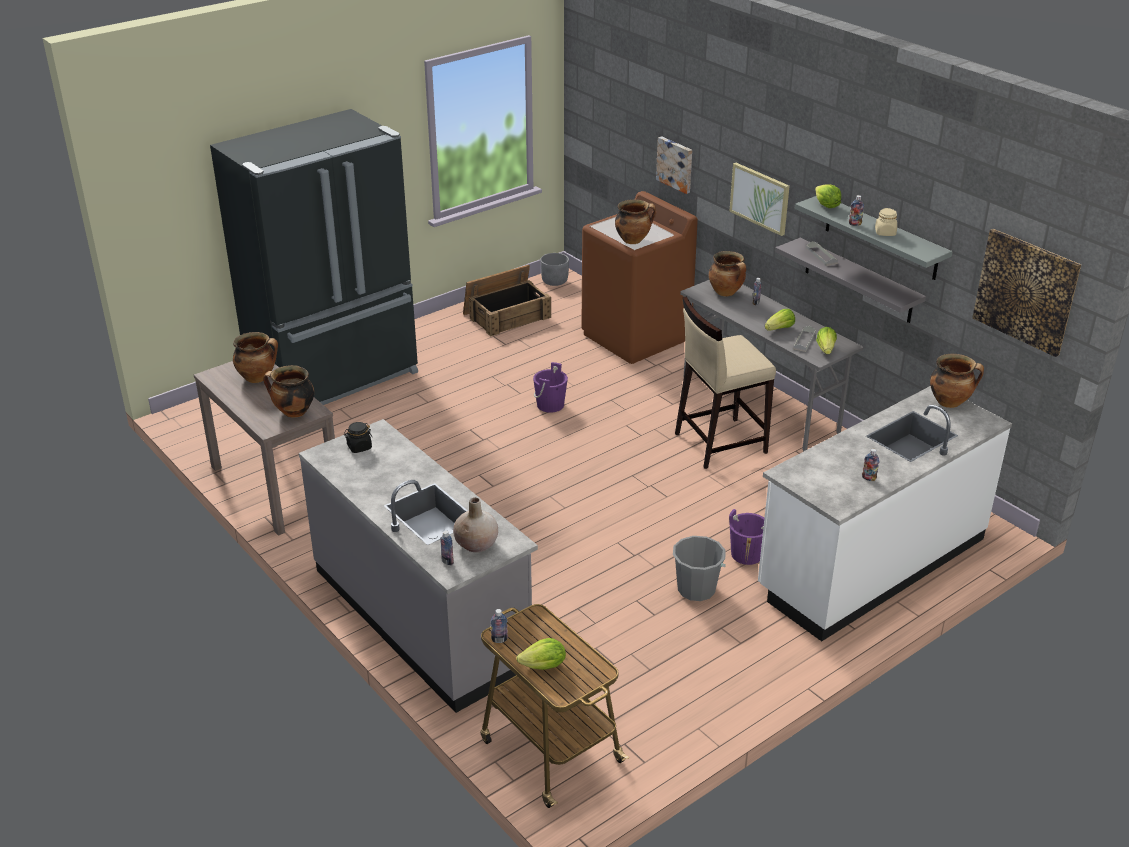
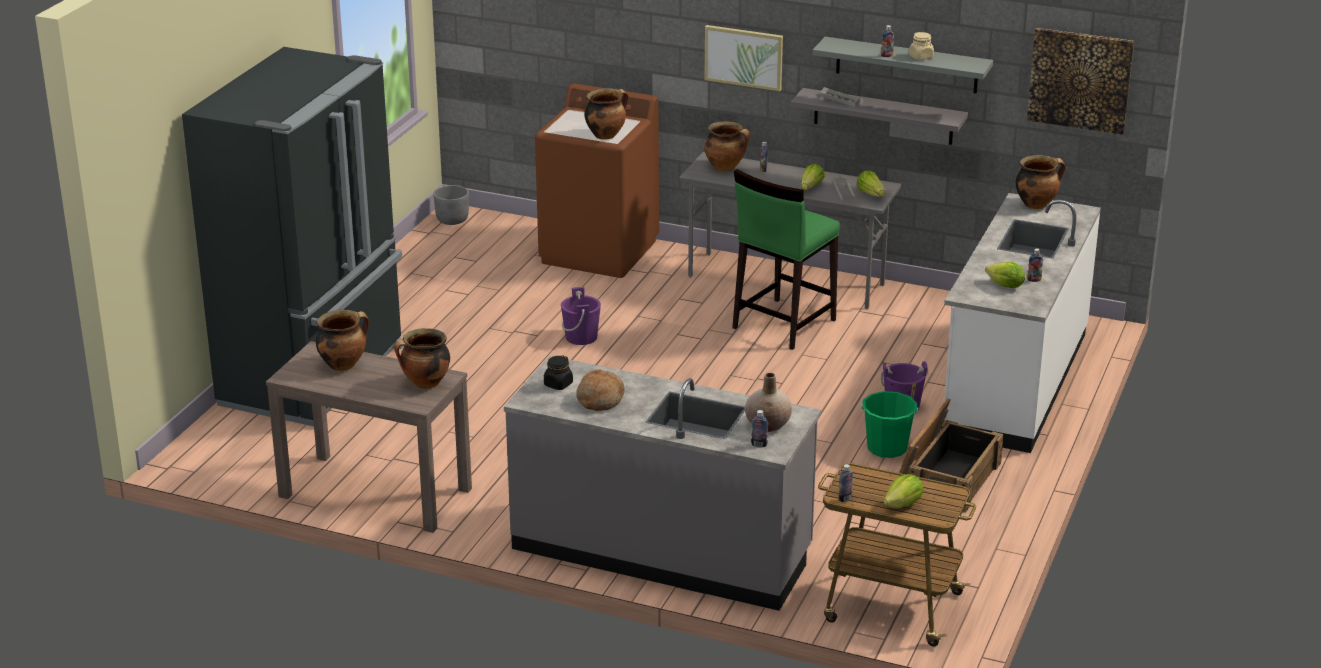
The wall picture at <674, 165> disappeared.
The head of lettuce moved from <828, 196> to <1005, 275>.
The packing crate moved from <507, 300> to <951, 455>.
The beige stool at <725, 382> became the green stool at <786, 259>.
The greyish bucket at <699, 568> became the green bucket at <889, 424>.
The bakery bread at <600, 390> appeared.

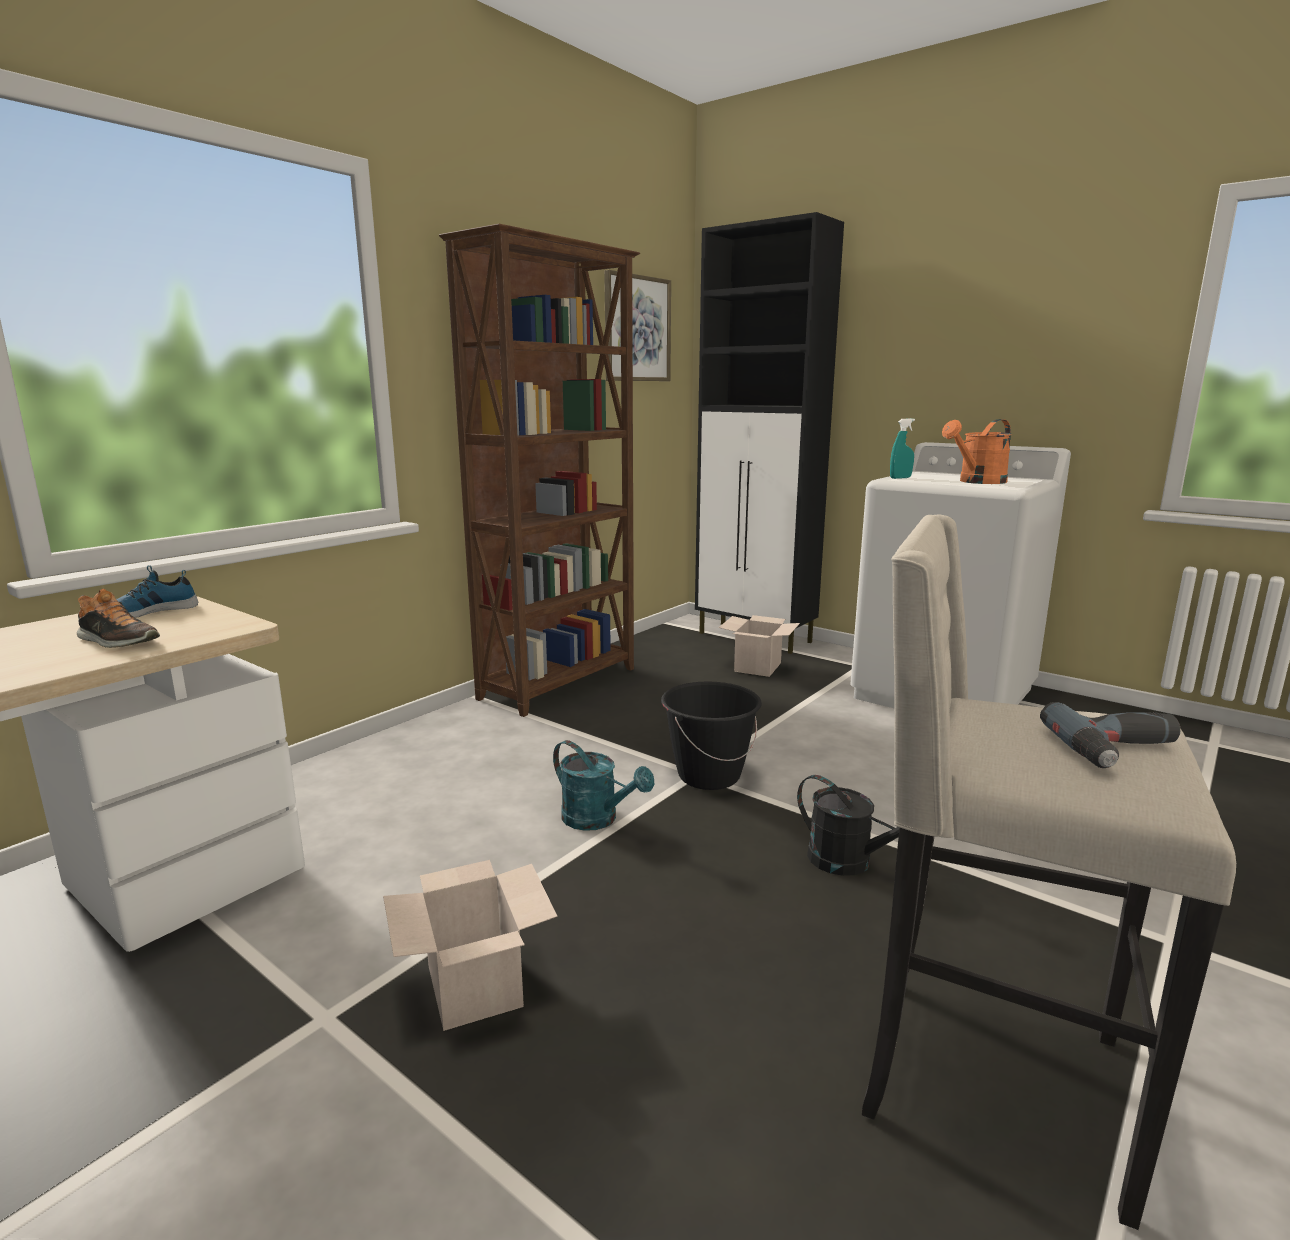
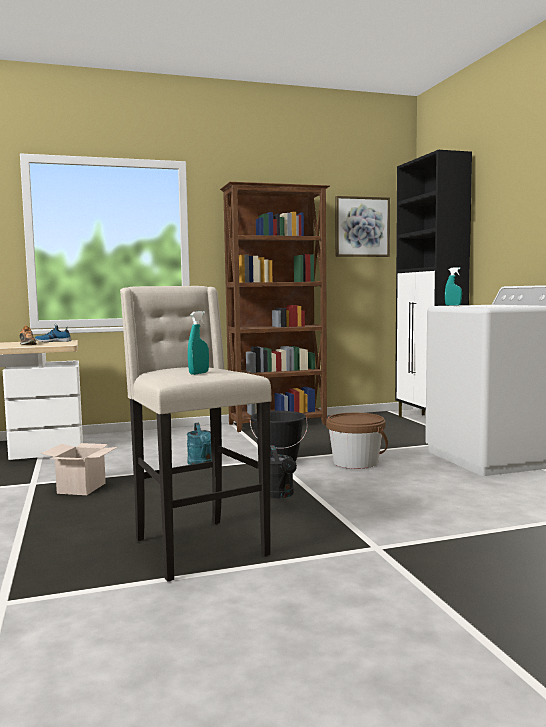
The orange-coloured sprinkling can at <977, 451> disappeared.
The packing box at <759, 646> disappeared.
The electric drill at <1110, 735> was replaced by the turquoise-coloured sprayer at <198, 343>.
The brown bucket at <357, 441> appeared.

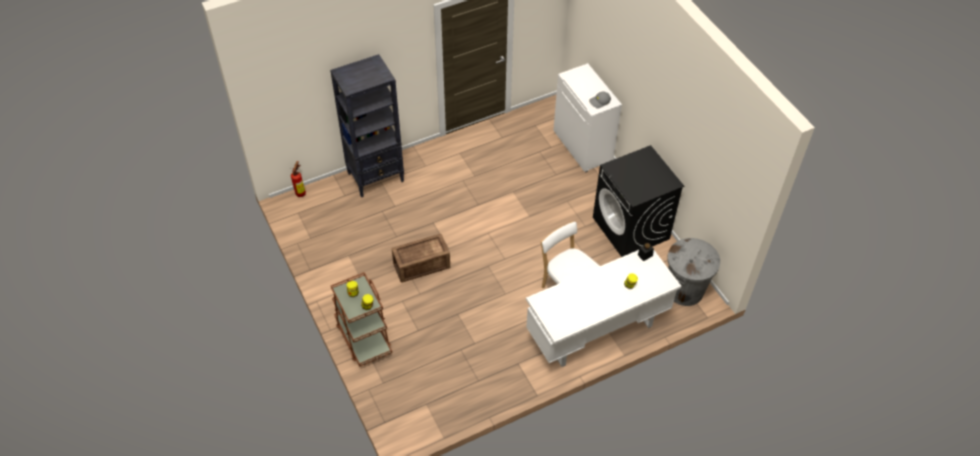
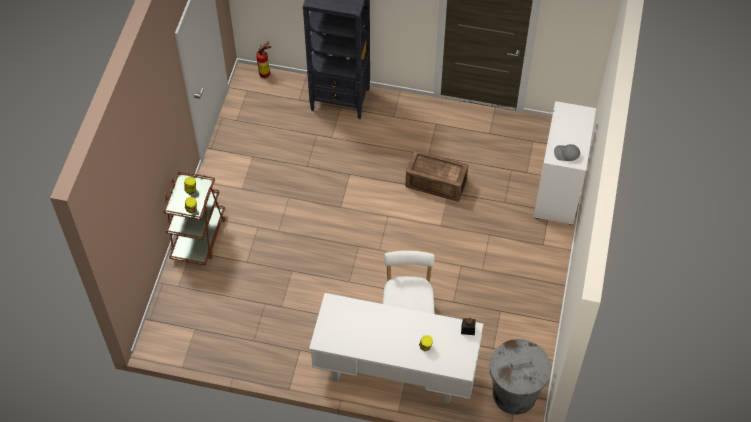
The blackish laundry machine at <638, 201> disappeared.
The packing crate moved from <421, 258> to <437, 176>.

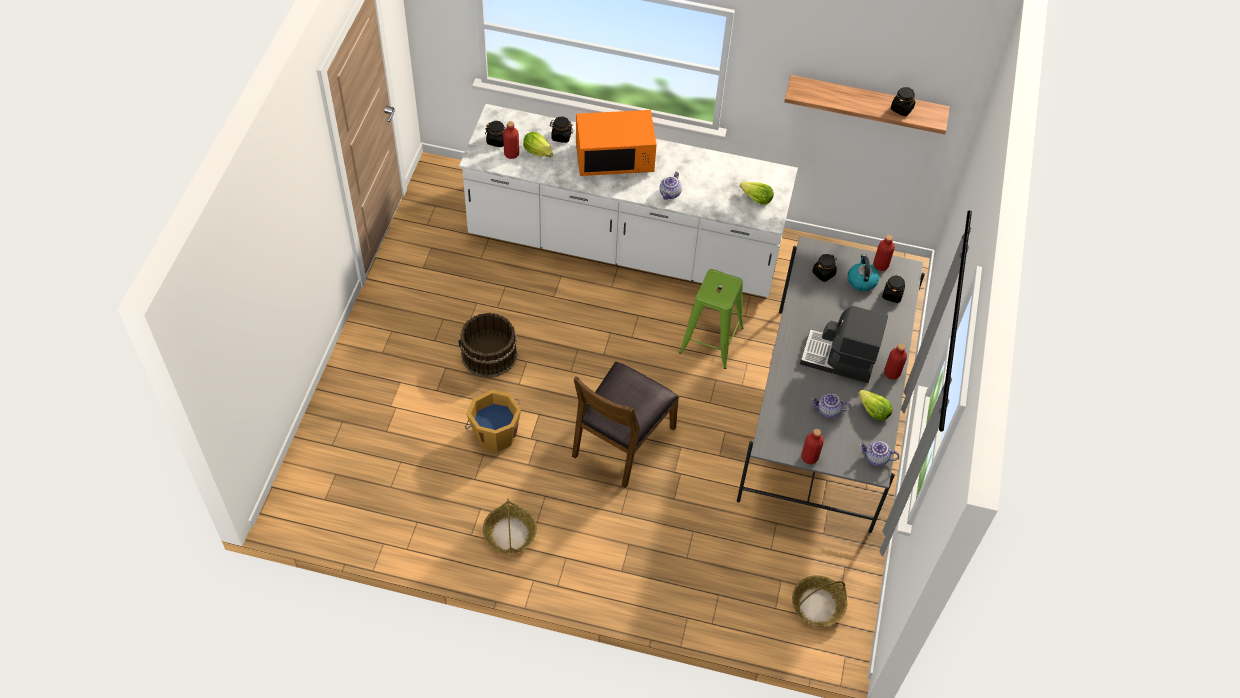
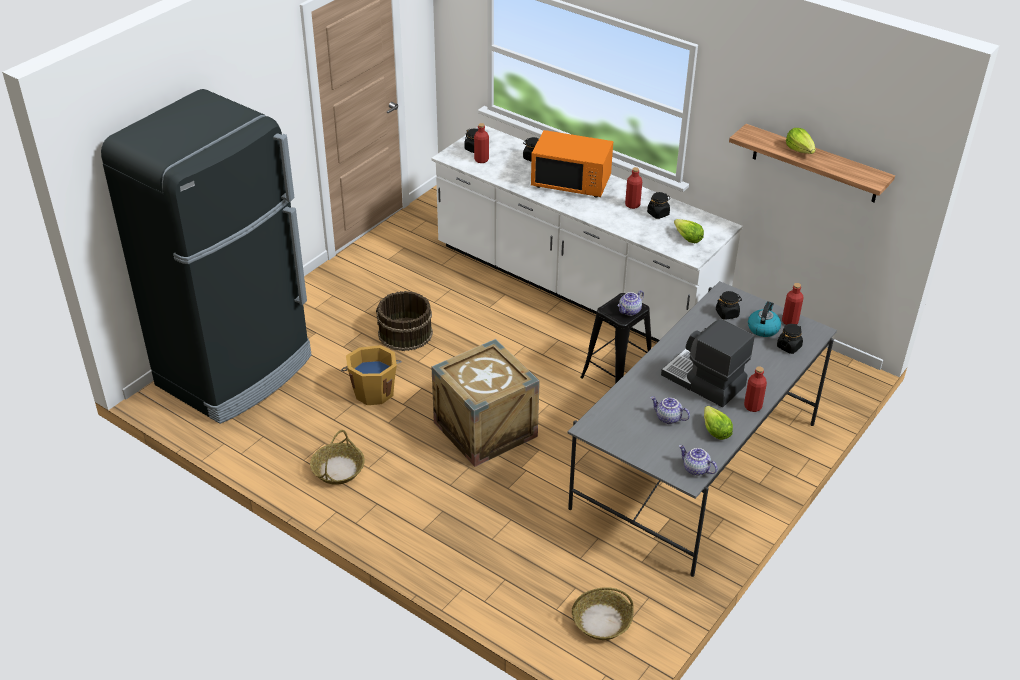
The blackish storage jar moved from <903, 101> to <658, 205>.
The head of lettuce moved from <538, 144> to <800, 141>.
The pot for tea moved from <671, 186> to <631, 303>.
The green stool at <711, 319> became the blackish stool at <615, 338>.
The brown upright chair at <625, 425> was replaced by the packing crate at <486, 403>.
The reddish drink bottle moved from <812, 446> to <633, 188>.
The blackish fridge at <206, 256> appeared.

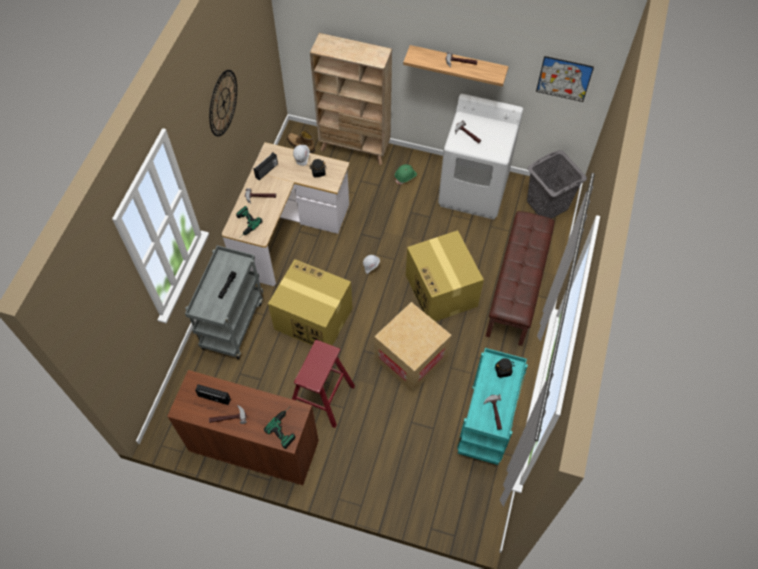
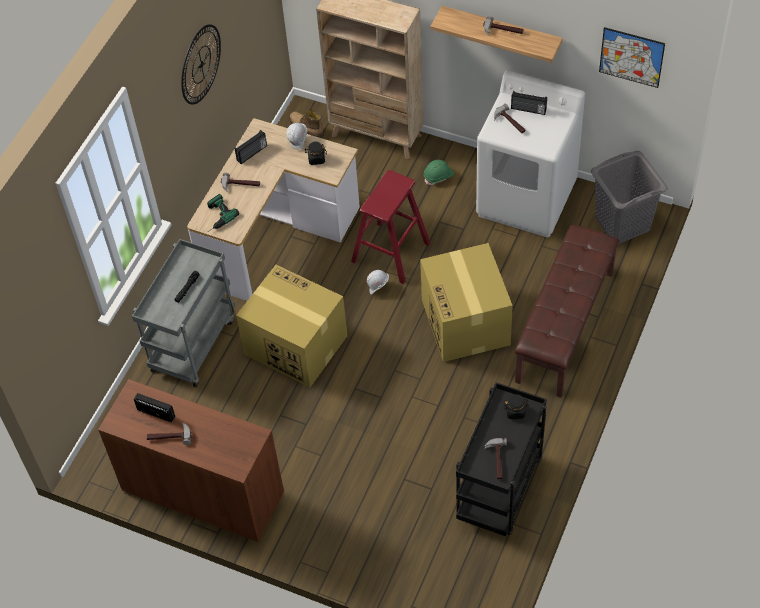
The packing box at <413, 347> disappeared.
The reddish stool moved from <323, 384> to <390, 227>.
The turquoise-coloured cart at <492, 406> became the blackish cart at <501, 459>.
The electric drill at <279, 429> disappeared.
The radio set at <529, 103> appeared.

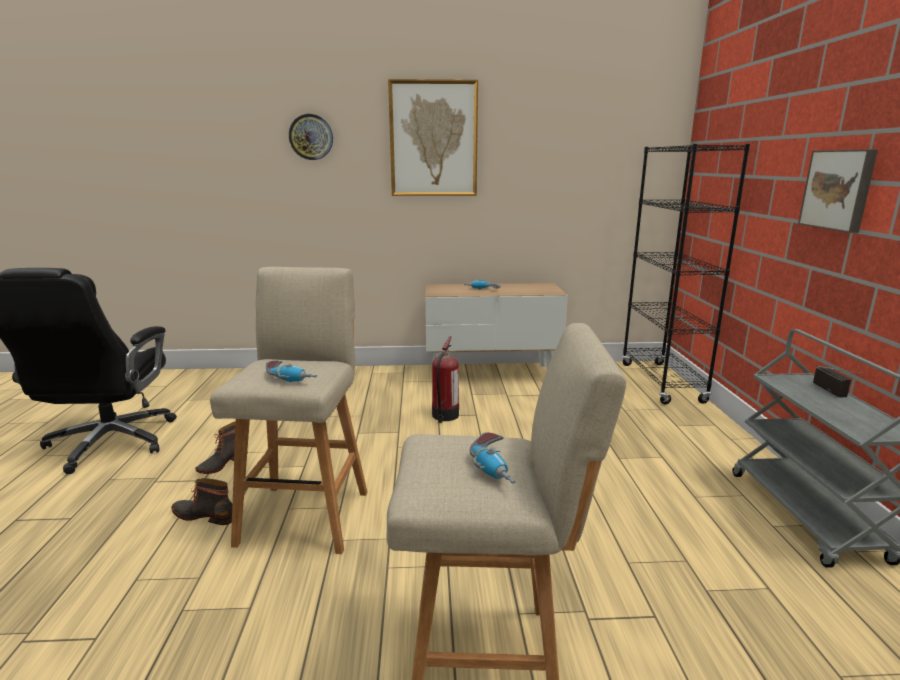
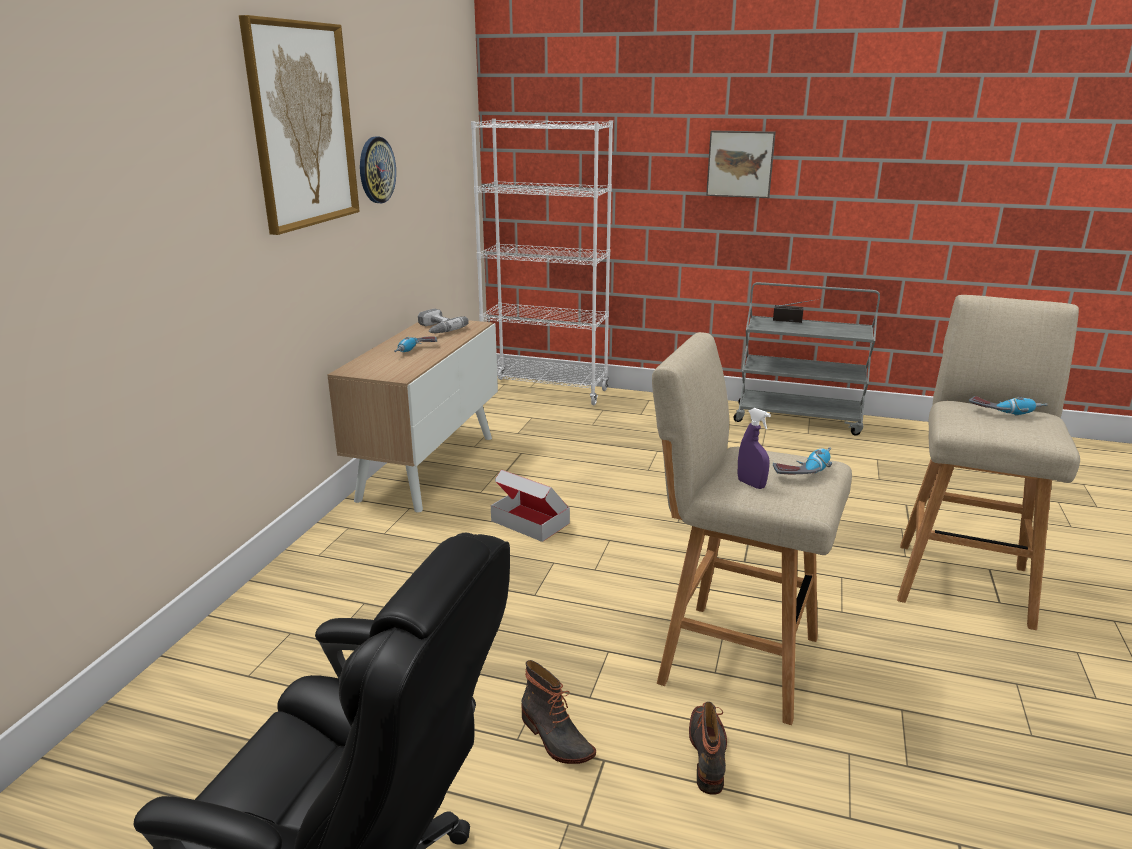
The wall clock moved from <311, 137> to <378, 170>.
The blackish bookcase at <686, 274> became the whitish bookcase at <542, 262>.
The extinguisher at <445, 379> was replaced by the packing box at <530, 505>.
The tall boot at <201, 501> turned 150 degrees clockwise.
The electric drill at <443, 321> appeared.
The purplish sprayer at <754, 448> appeared.

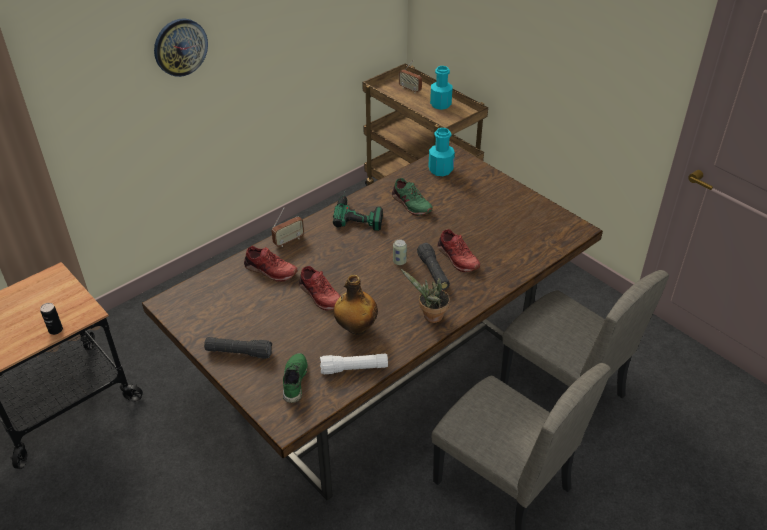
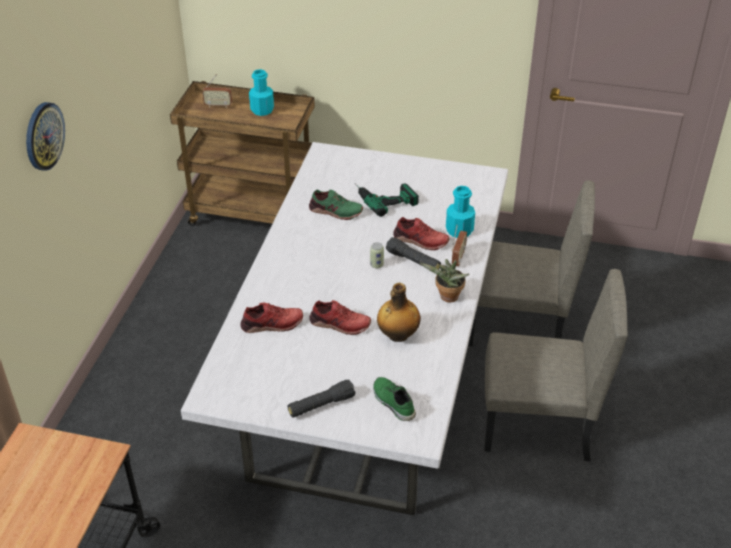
The turquoise-coloured drink bottle moved from <441, 152> to <460, 212>.
The brown dining table at <372, 322> became the whitish dining table at <344, 328>.
The electric drill moved from <358, 210> to <387, 200>.
The radio set moved from <287, 227> to <459, 245>.
The sealed can at <51, 319> disappeared.
The whitish flashlight at <354, 364> disappeared.

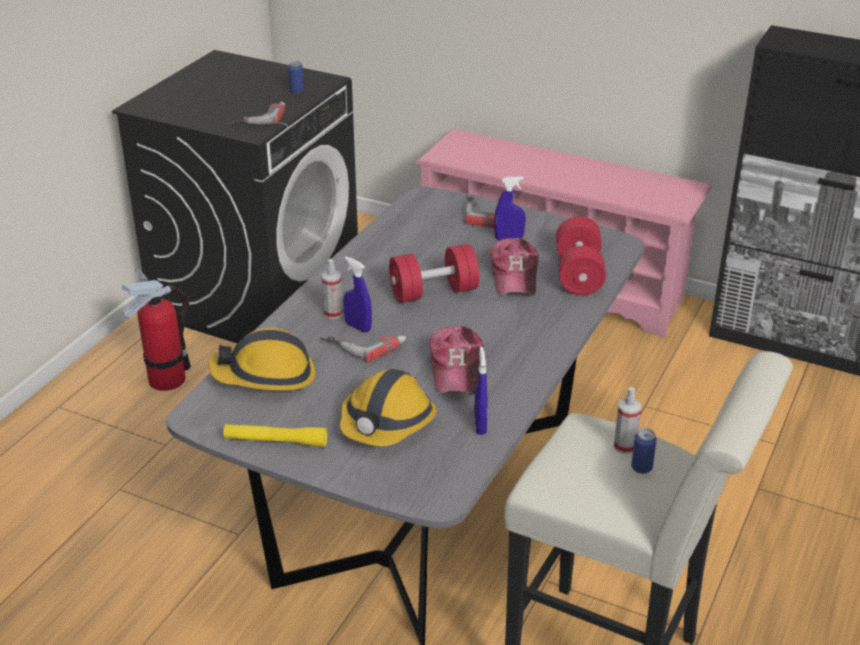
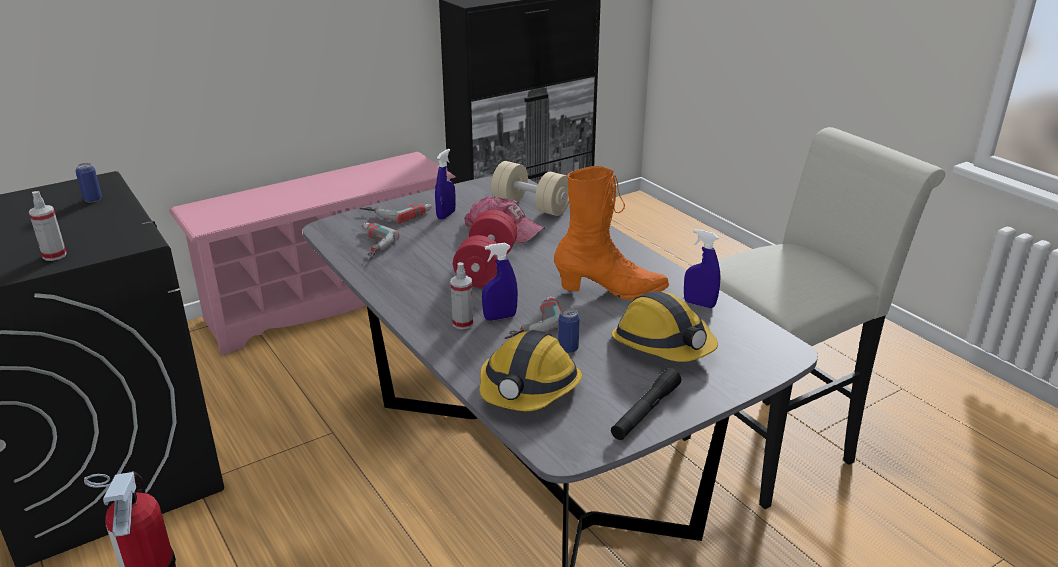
The electric drill moved from <256, 113> to <381, 241>.
The reddish free weight at <581, 255> became the beige free weight at <530, 188>.
The peaked cap at <456, 359> was replaced by the orange-coloured tall boot at <611, 232>.
The sprayer moved from <627, 420> to <47, 226>.
The yellowish flashlight at <275, 435> became the blackish flashlight at <646, 404>.
The sealed can moved from <644, 451> to <569, 330>.

